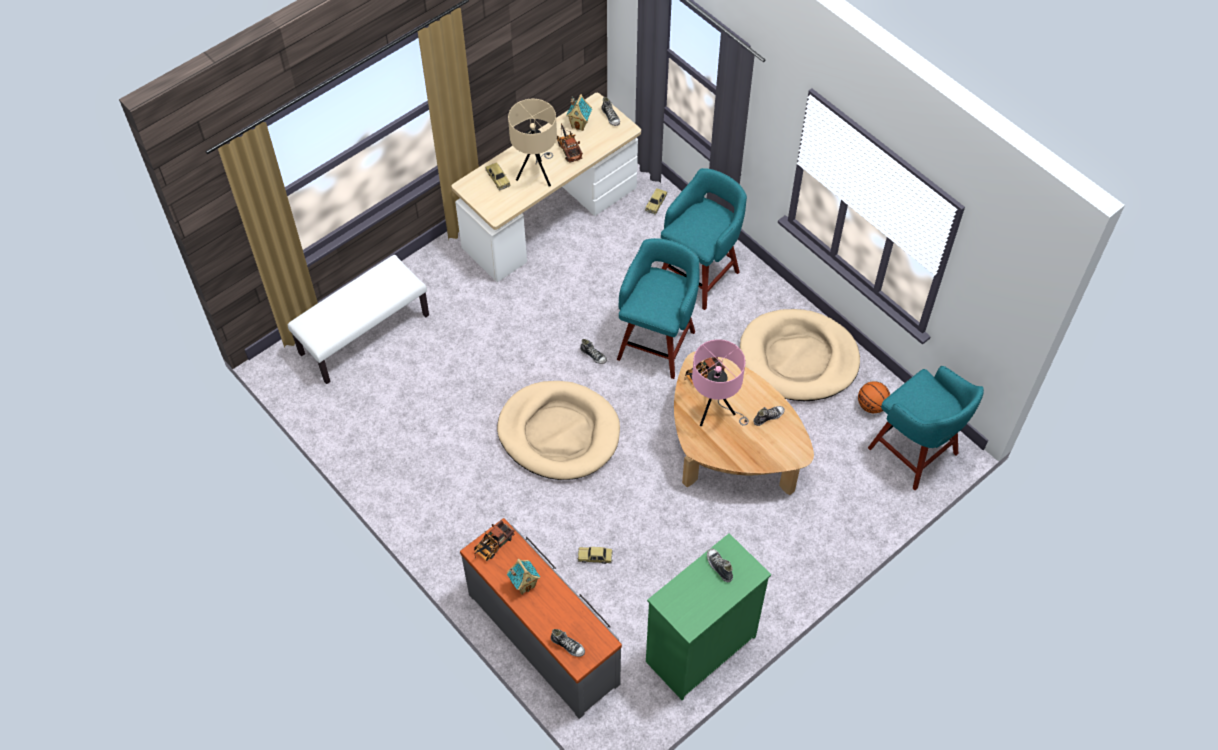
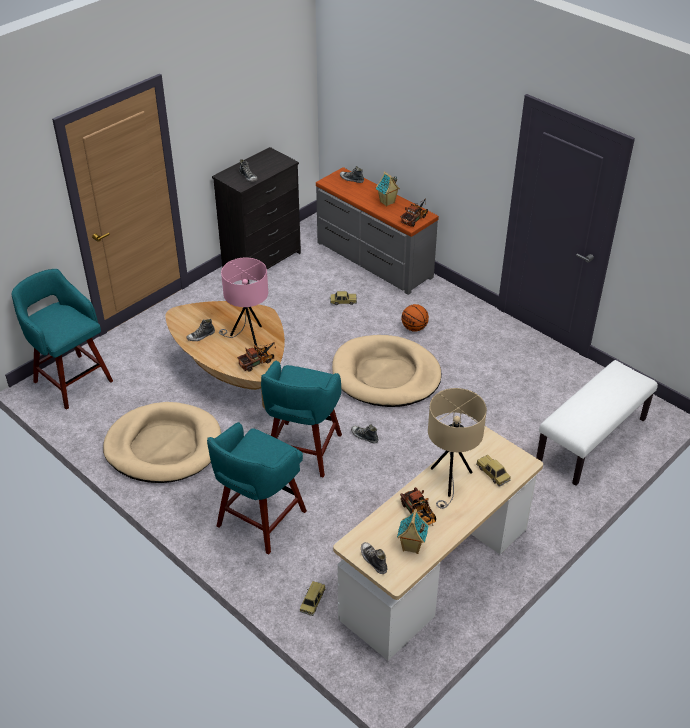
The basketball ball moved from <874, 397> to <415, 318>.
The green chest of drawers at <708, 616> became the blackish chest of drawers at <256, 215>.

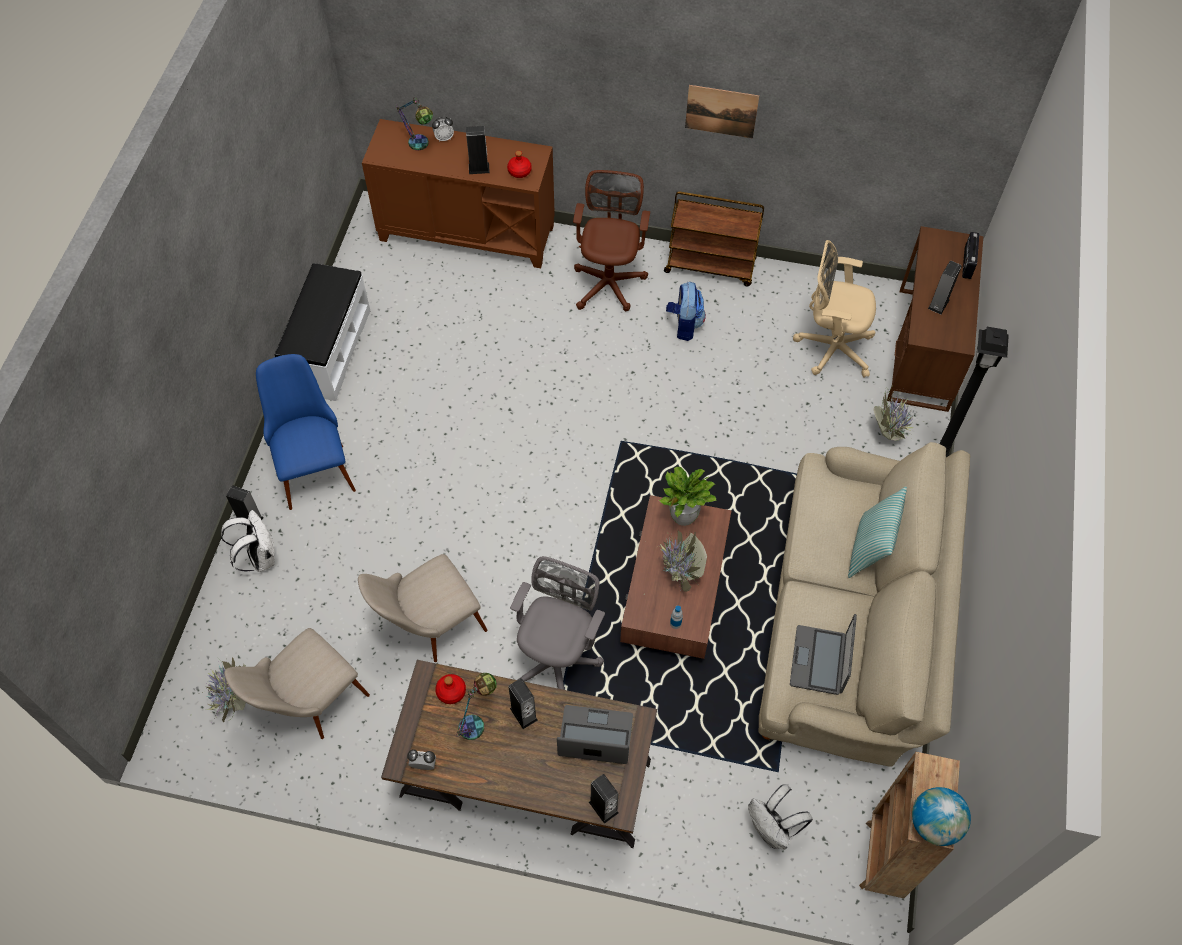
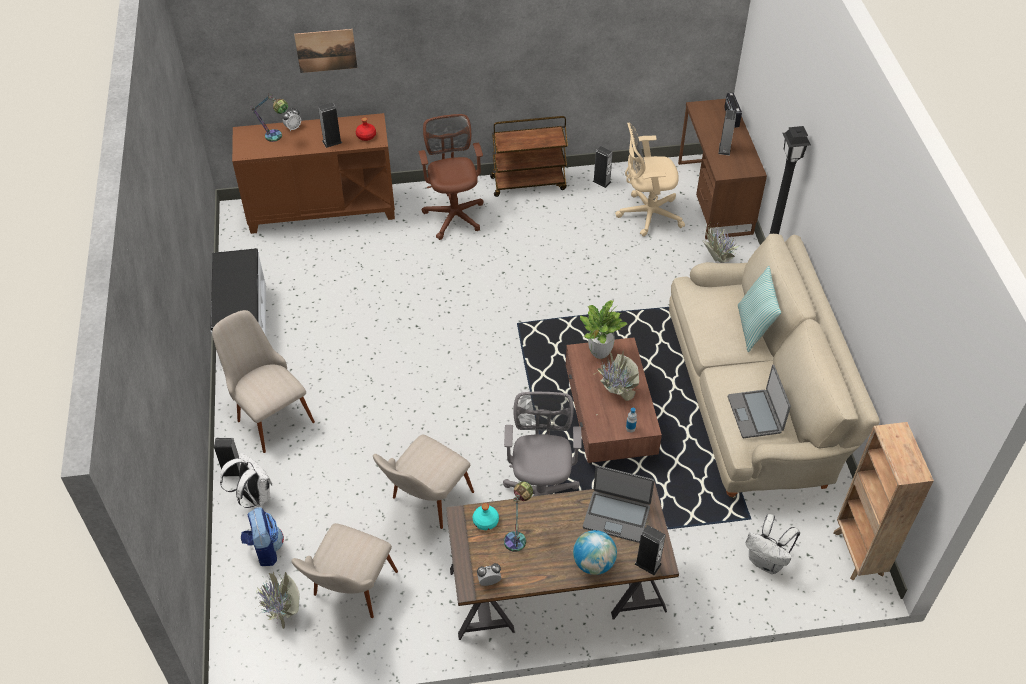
The wall picture moved from <722, 111> to <325, 51>.
The knapsack moved from <686, 311> to <262, 536>.
The bluish upright chair at <306, 432> became the beige upright chair at <263, 381>.
The reddish drink bottle at <450, 689> became the turquoise-coloured drink bottle at <486, 516>.
The audio speaker moved from <523, 703> to <602, 167>.
The portable computer at <595, 734> turned 150 degrees counterclockwise.
The desk globe moved from <941, 816> to <595, 552>.

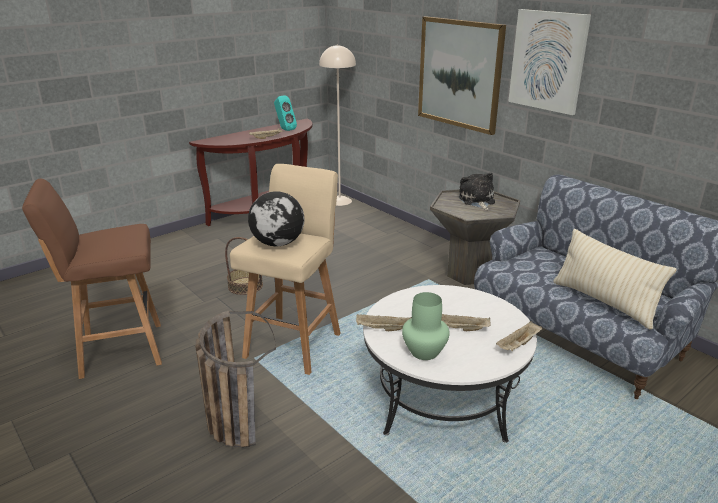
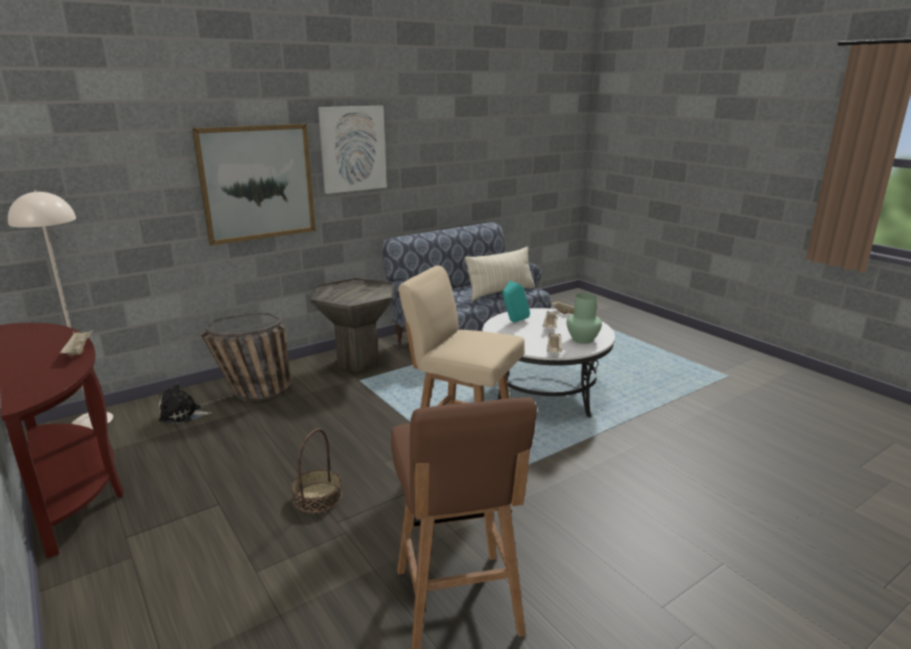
The turquoise-coloured audio speaker moved from <285, 113> to <516, 301>.
The cuddly toy moved from <477, 191> to <185, 402>.
The desk globe at <276, 218> disappeared.
The basket moved from <235, 379> to <245, 357>.

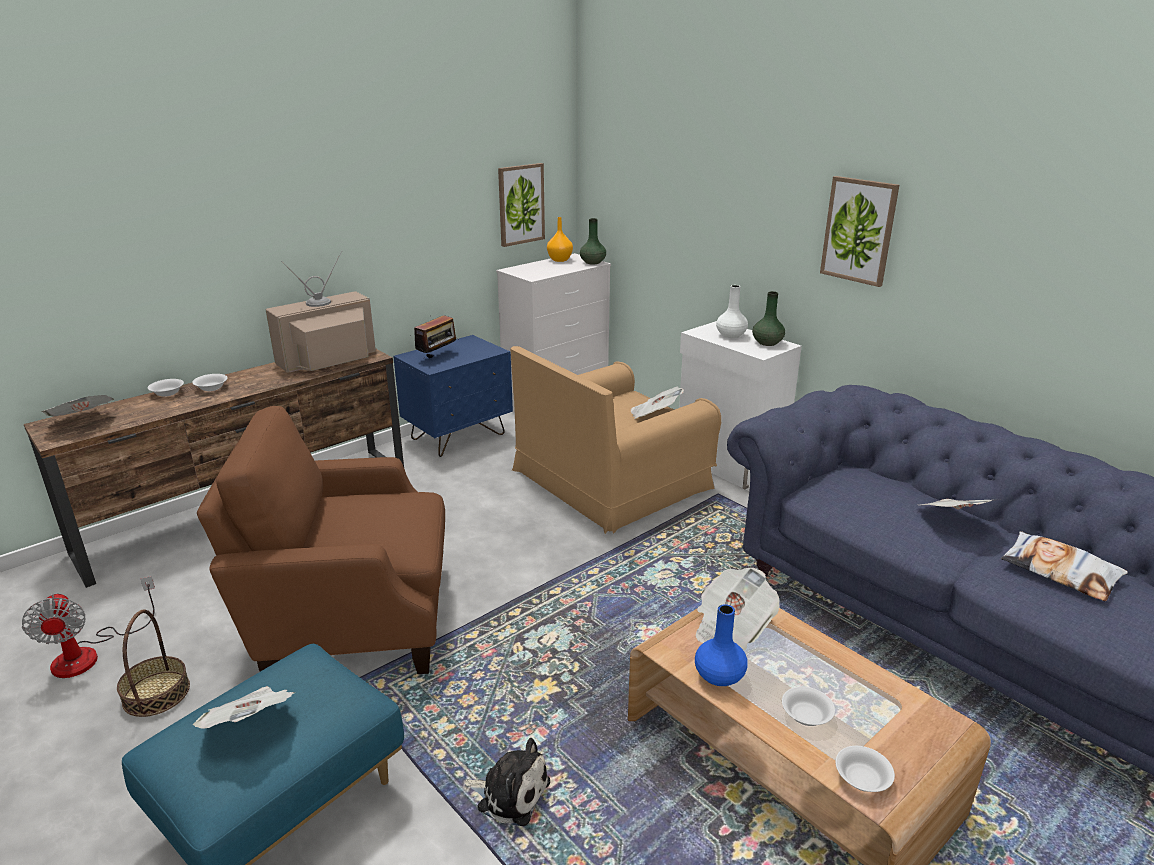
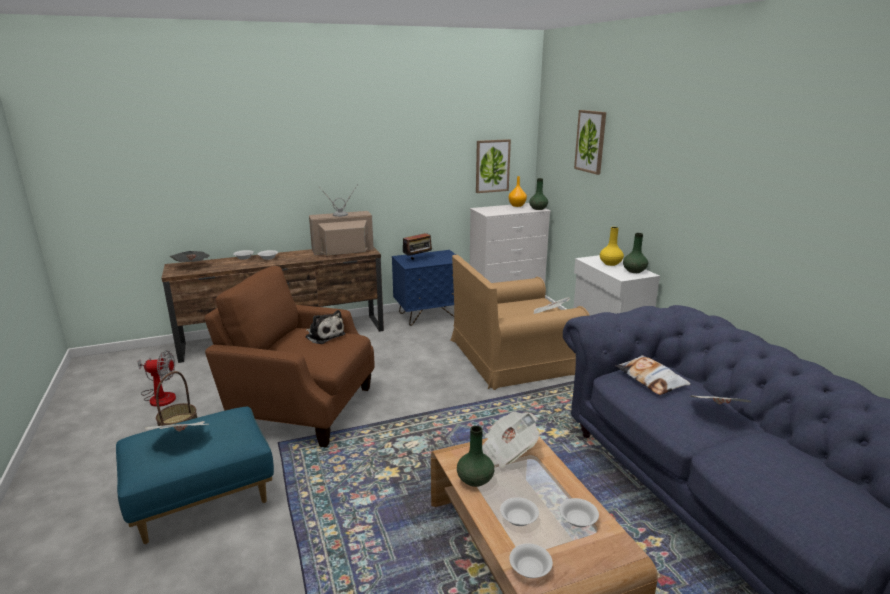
The wall picture moved from <859, 231> to <590, 142>.
The whitish vase at <732, 311> became the yellowish vase at <612, 246>.
The pillow moved from <1064, 566> to <653, 375>.
The fan at <88, 627> turned 90 degrees counterclockwise.
The bluish vase at <721, 645> became the green vase at <475, 456>.
The cuddly toy moved from <507, 782> to <325, 327>.
The whitish bowl at <579, 512> appeared.

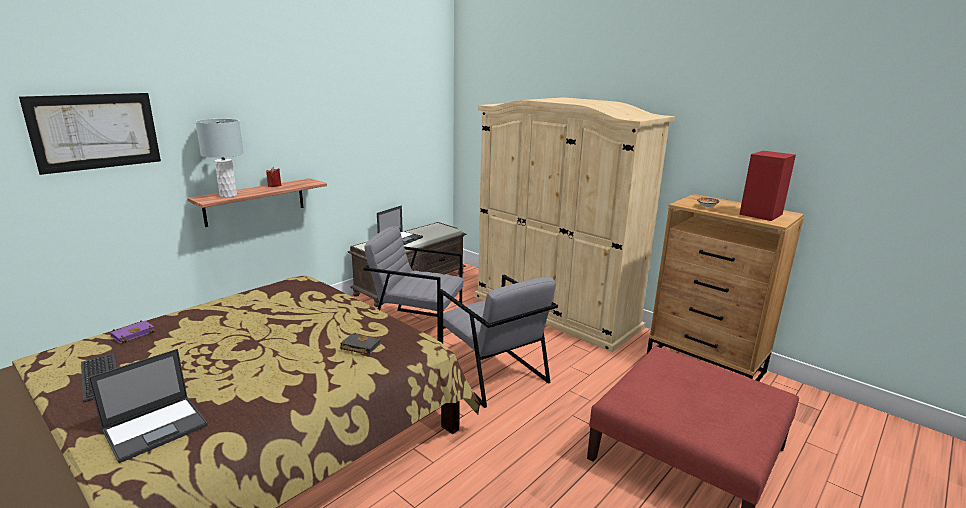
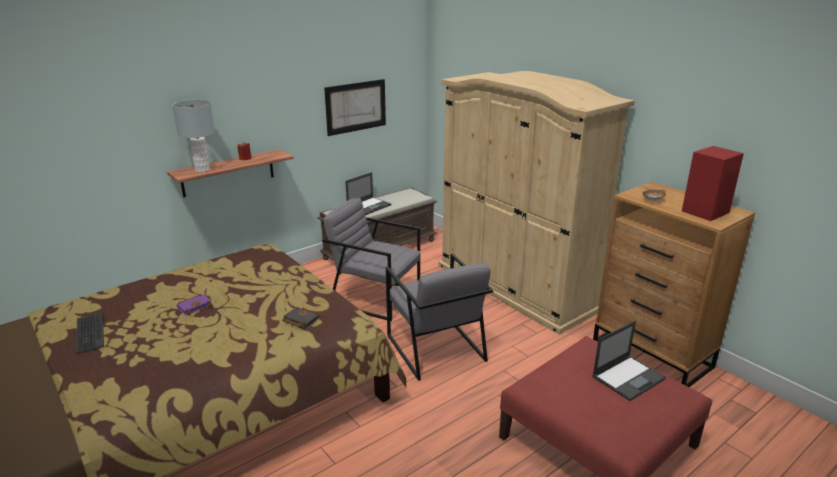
The wall picture moved from <90, 134> to <355, 107>.
The purplish volume moved from <132, 331> to <194, 304>.
The portable computer moved from <148, 406> to <629, 360>.

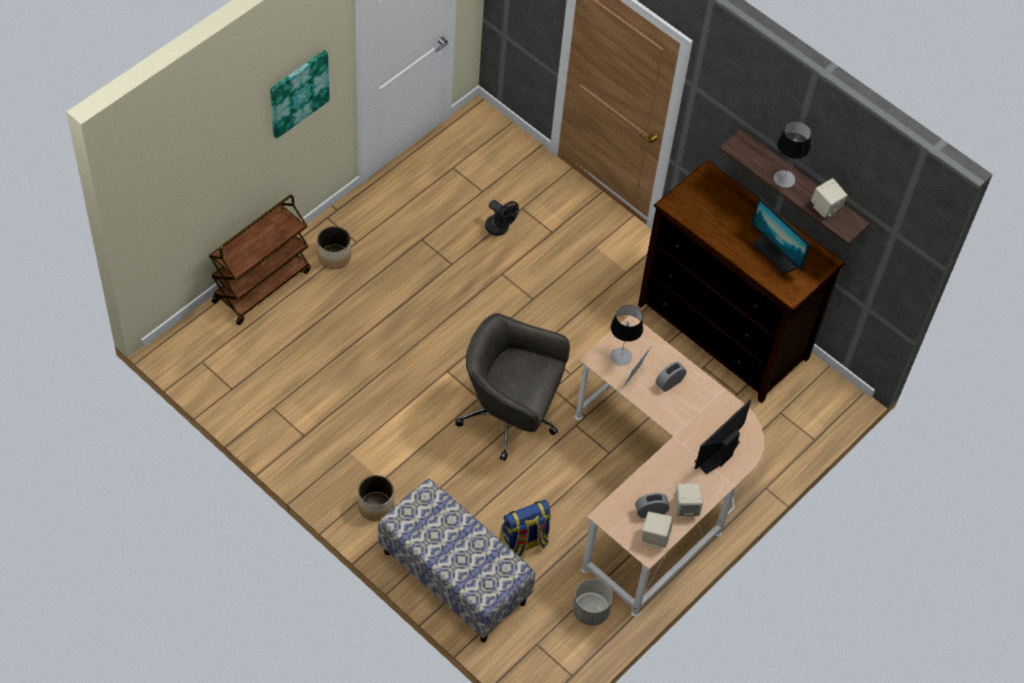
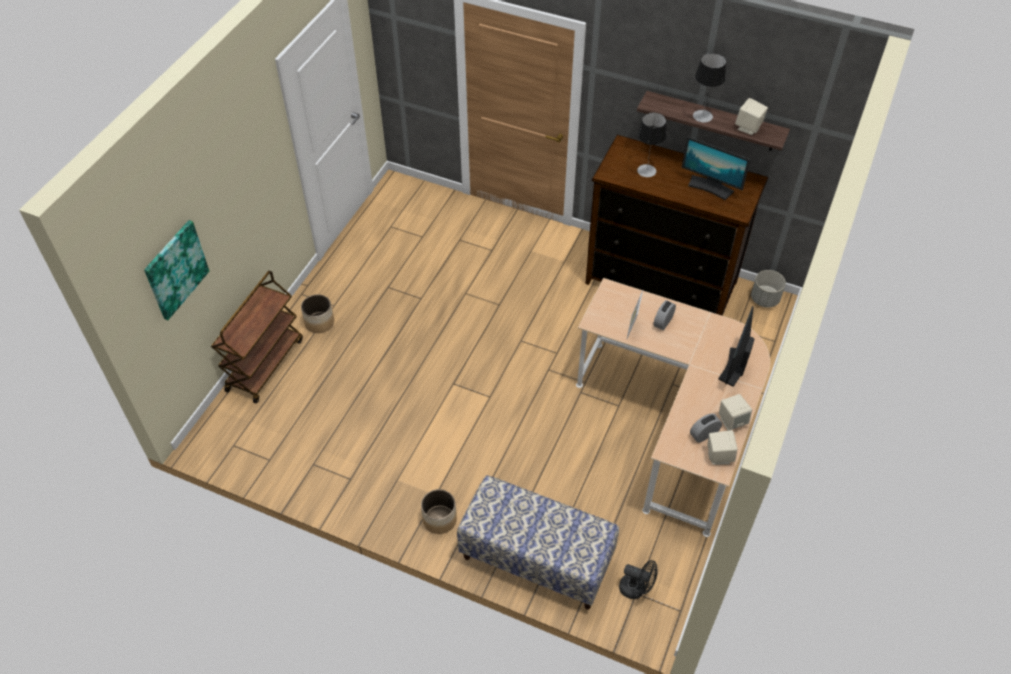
The wall picture moved from <300, 94> to <176, 270>.
The blackish fan moved from <502, 218> to <638, 579>.
The lamp for a table moved from <627, 335> to <652, 145>.
The greyish desk chair at <512, 387> disappeared.
The knapsack at <525, 528> disappeared.
The greyish plant pot moved from <593, 602> to <768, 289>.

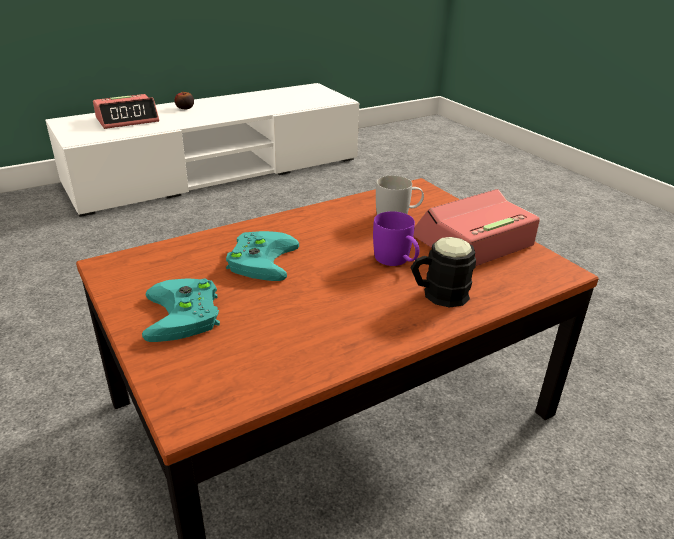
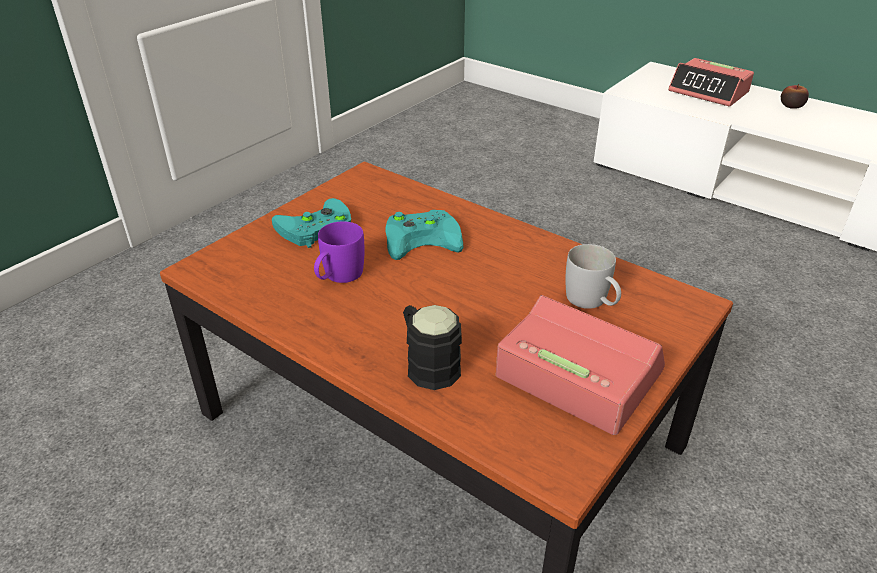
The purplish coffee mug moved from <396, 238> to <339, 252>.

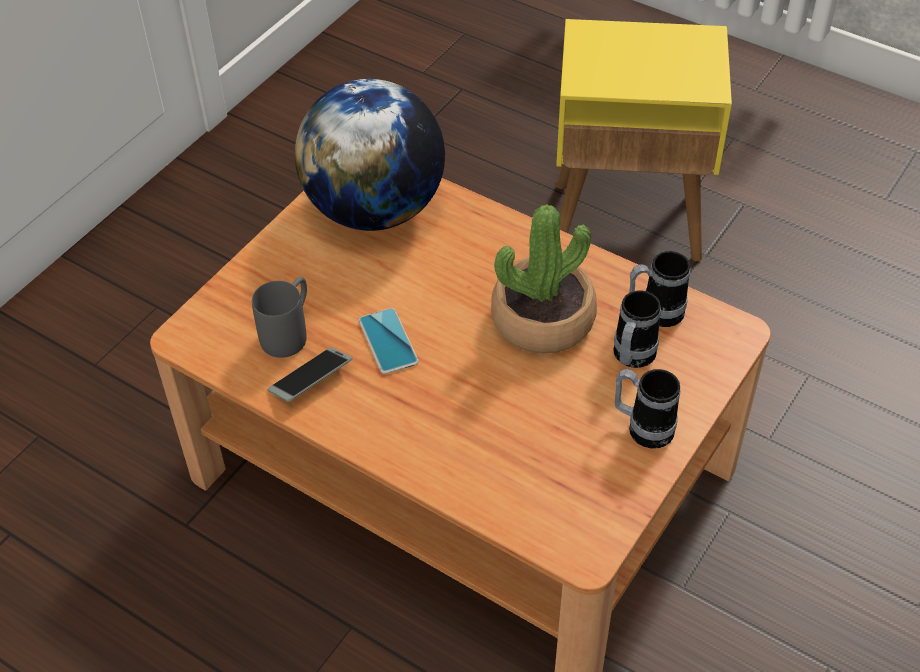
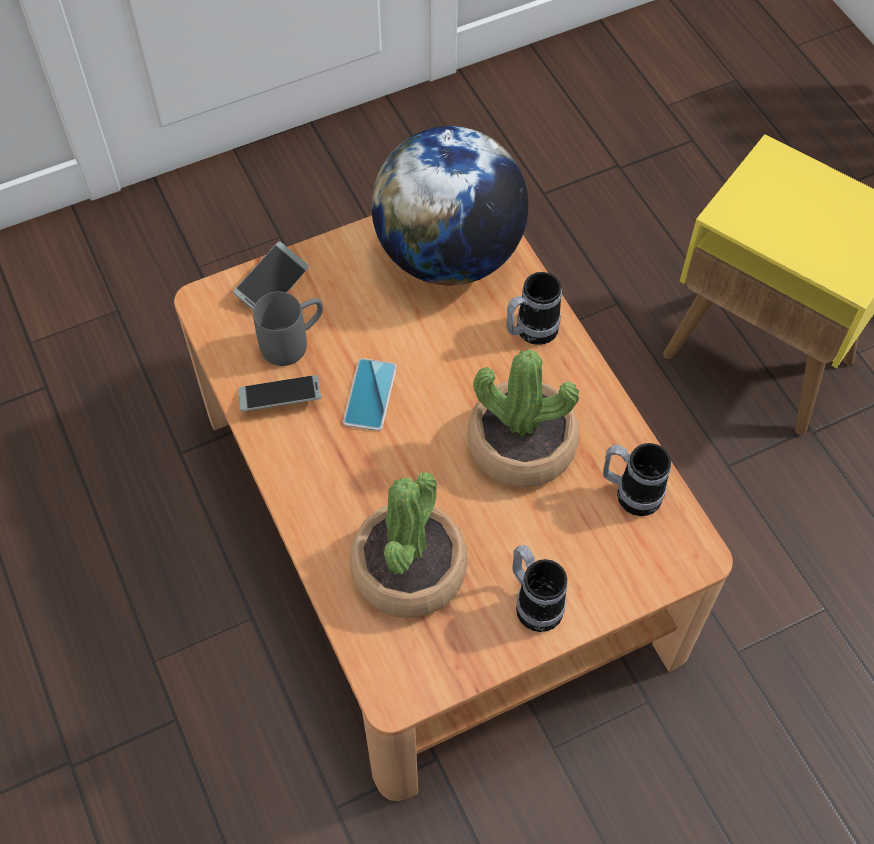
The coffee mug moved from <637, 329> to <534, 308>.
The handset at <271, 275> appeared.
The potted plant at <409, 545> appeared.

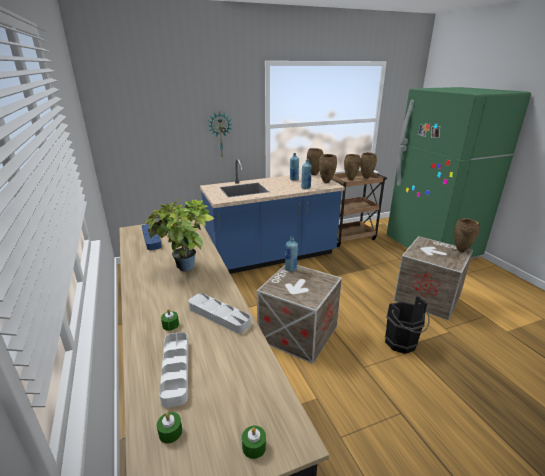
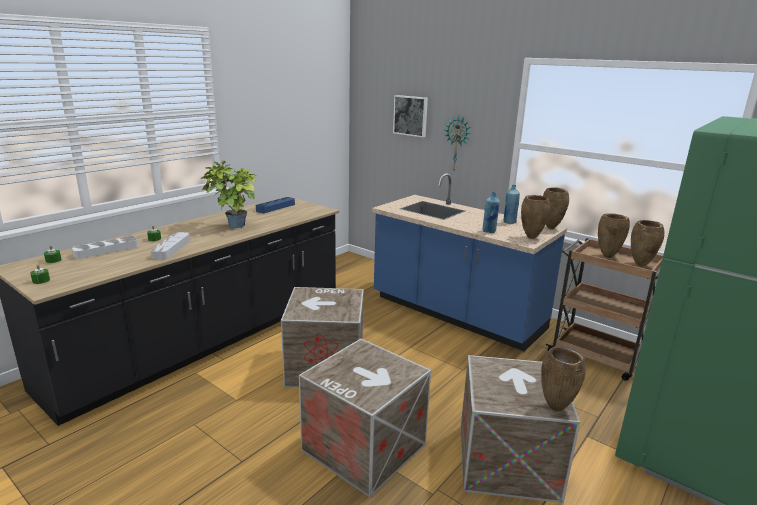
The bluish drink bottle at <291, 253> disappeared.
The blackish bucket at <407, 325> was replaced by the packing crate at <365, 418>.
The wall picture at <410, 116> appeared.

